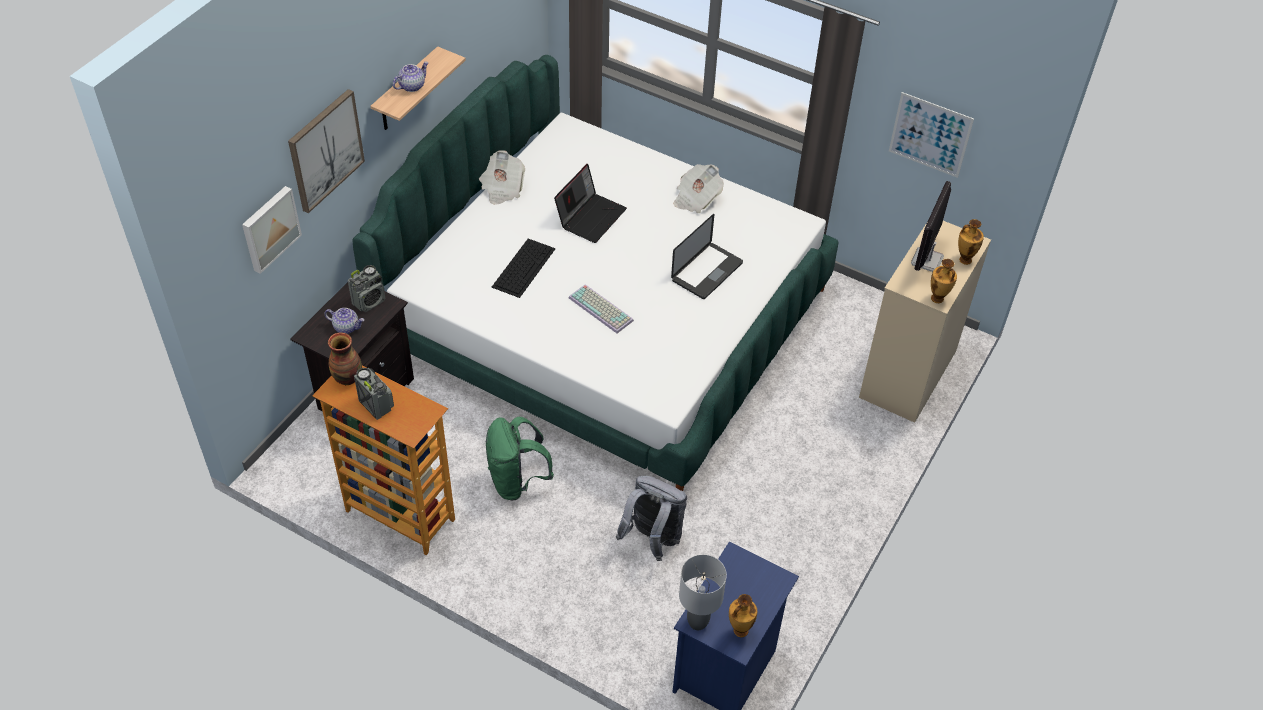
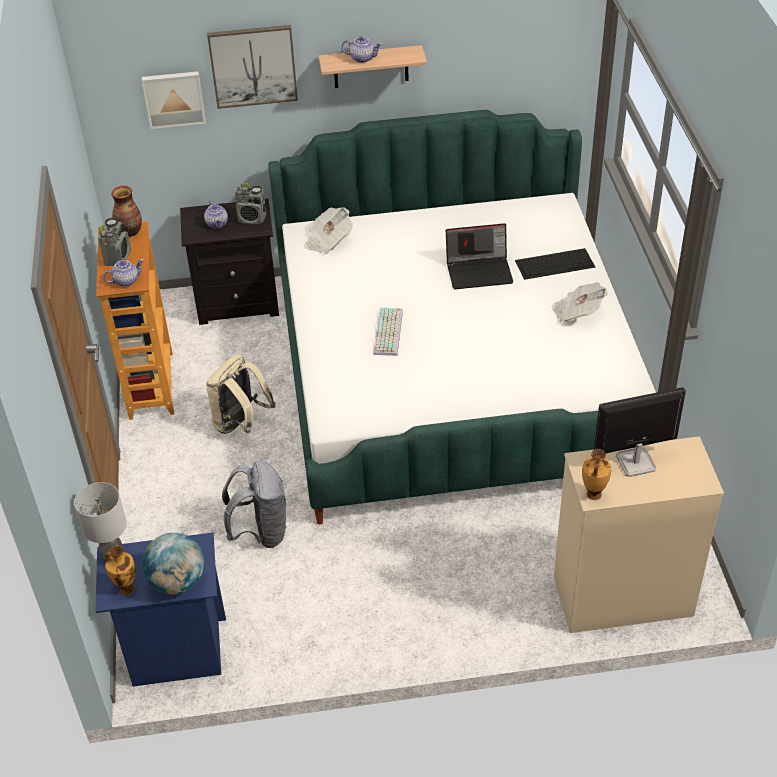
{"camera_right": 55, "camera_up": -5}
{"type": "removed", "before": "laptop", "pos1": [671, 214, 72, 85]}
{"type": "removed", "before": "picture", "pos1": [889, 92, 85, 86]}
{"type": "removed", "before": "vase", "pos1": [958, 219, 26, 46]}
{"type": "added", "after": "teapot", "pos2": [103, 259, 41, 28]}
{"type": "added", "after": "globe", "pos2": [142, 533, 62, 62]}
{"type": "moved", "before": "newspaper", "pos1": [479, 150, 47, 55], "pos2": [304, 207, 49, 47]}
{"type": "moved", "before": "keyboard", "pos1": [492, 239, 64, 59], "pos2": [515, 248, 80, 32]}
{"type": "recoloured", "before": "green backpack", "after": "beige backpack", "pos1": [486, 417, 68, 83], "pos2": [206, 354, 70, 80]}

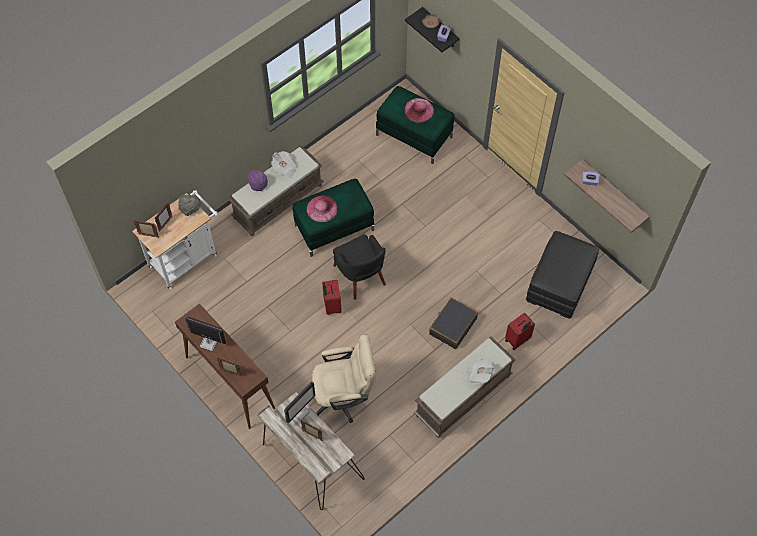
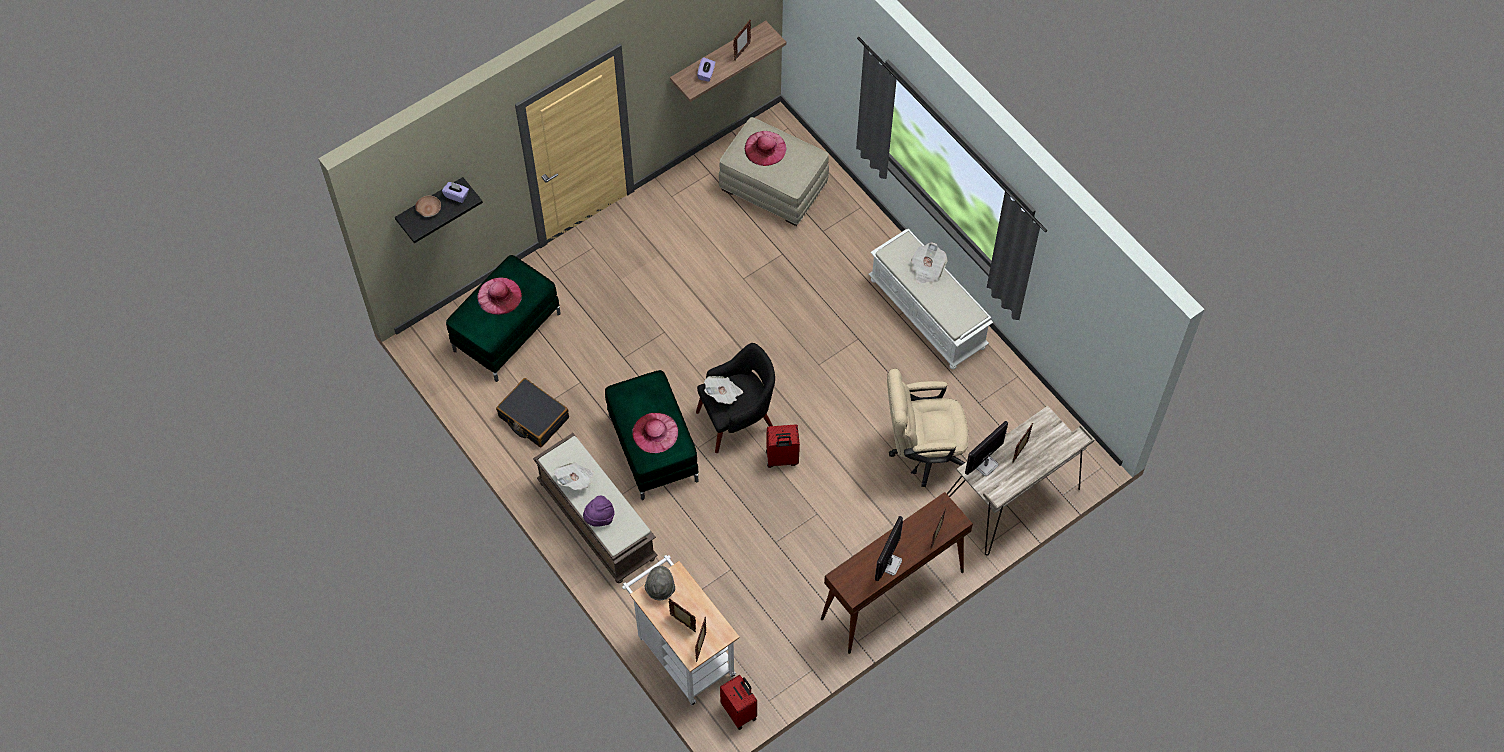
{"camera_right": -85, "camera_up": 0}
{"type": "added", "after": "newspaper", "pos2": [704, 376, 39, 28]}
{"type": "added", "after": "picture frame", "pos2": [733, 20, 18, 41]}
{"type": "added", "after": "pink hat", "pos2": [745, 131, 42, 35]}
{"type": "moved", "before": "black suitcase", "pos1": [429, 298, 49, 51], "pos2": [496, 378, 73, 69]}
{"type": "moved", "before": "red suitcase", "pos1": [505, 313, 30, 37], "pos2": [720, 675, 37, 55]}
{"type": "recoloured", "before": "brown bench", "after": "white bench", "pos1": [414, 337, 102, 101], "pos2": [868, 229, 125, 140]}
{"type": "recoloured", "before": "black ottoman", "after": "beige ottoman", "pos1": [526, 231, 73, 88], "pos2": [719, 117, 110, 109]}
{"type": "turned", "before": "monitor", "pos1": [284, 382, 31, 41], "pos2": [965, 421, 43, 55], "turn": -90}
{"type": "turned", "before": "beige office chair", "pos1": [312, 334, 64, 89], "pos2": [887, 369, 82, 118], "turn": -90}

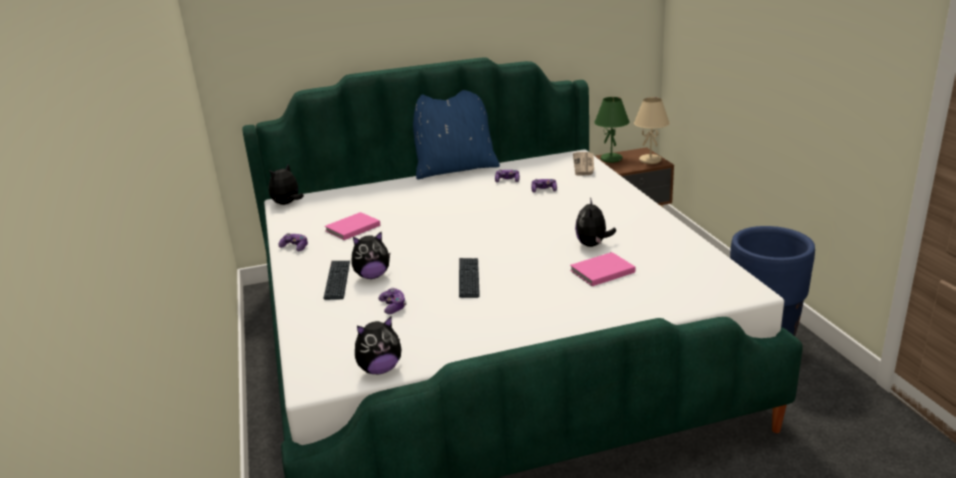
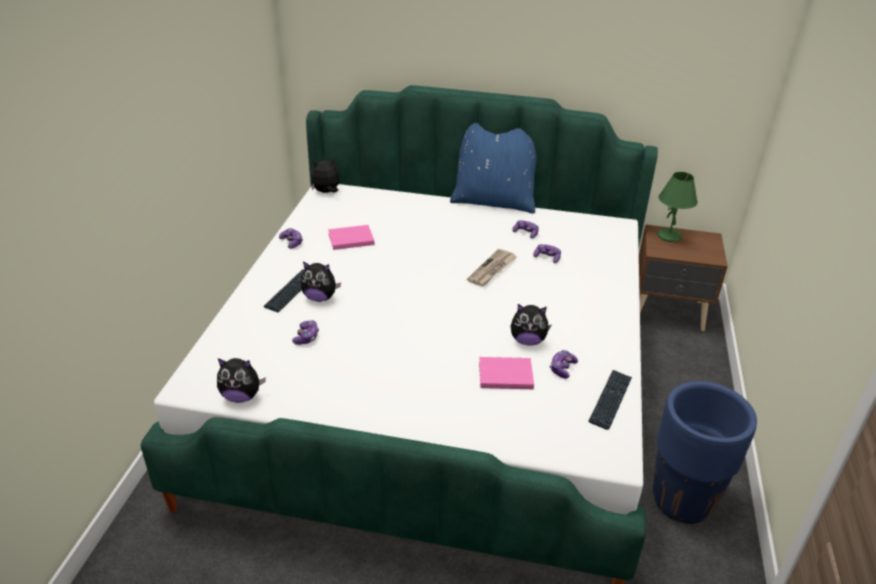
{"camera_right": 25, "camera_up": 10}
{"type": "removed", "before": "beige table lamp", "pos1": [634, 97, 36, 67]}
{"type": "added", "after": "game controller", "pos2": [550, 350, 28, 29]}
{"type": "moved", "before": "keyboard", "pos1": [459, 258, 21, 40], "pos2": [588, 370, 44, 60]}
{"type": "moved", "before": "newspaper", "pos1": [573, 152, 21, 24], "pos2": [467, 249, 49, 37]}
{"type": "turned", "before": "plush toy", "pos1": [575, 197, 41, 50], "pos2": [510, 304, 42, 41], "turn": -120}

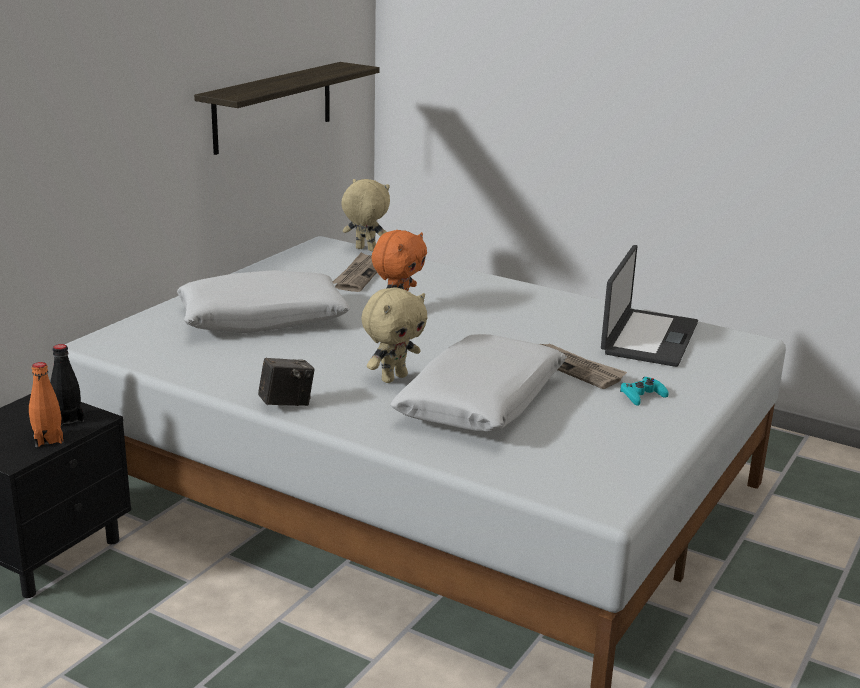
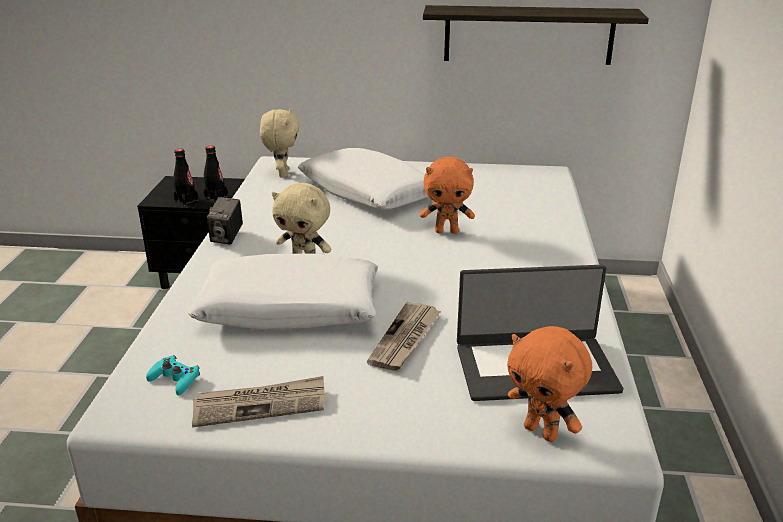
{"camera_right": 65, "camera_up": 5}
{"type": "added", "after": "orange plush toy", "pos2": [507, 326, 85, 116]}
{"type": "moved", "before": "newspaper", "pos1": [333, 252, 44, 40], "pos2": [192, 376, 133, 52]}
{"type": "moved", "before": "beige plush toy", "pos1": [341, 179, 49, 72], "pos2": [260, 109, 40, 68]}
{"type": "moved", "before": "turquoise game controller", "pos1": [620, 377, 49, 29], "pos2": [146, 355, 54, 41]}
{"type": "recoloured", "before": "orange bottle", "after": "black bottle", "pos1": [29, 362, 35, 85], "pos2": [173, 149, 25, 57]}
{"type": "turned", "before": "photo camera", "pos1": [258, 358, 57, 48], "pos2": [207, 197, 36, 48], "turn": 60}

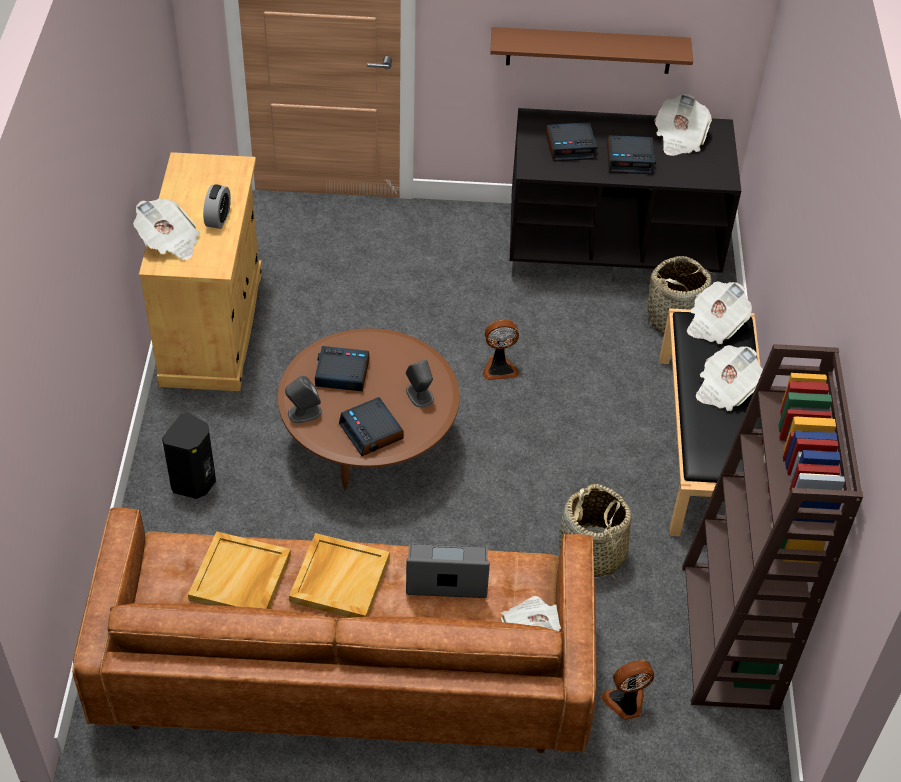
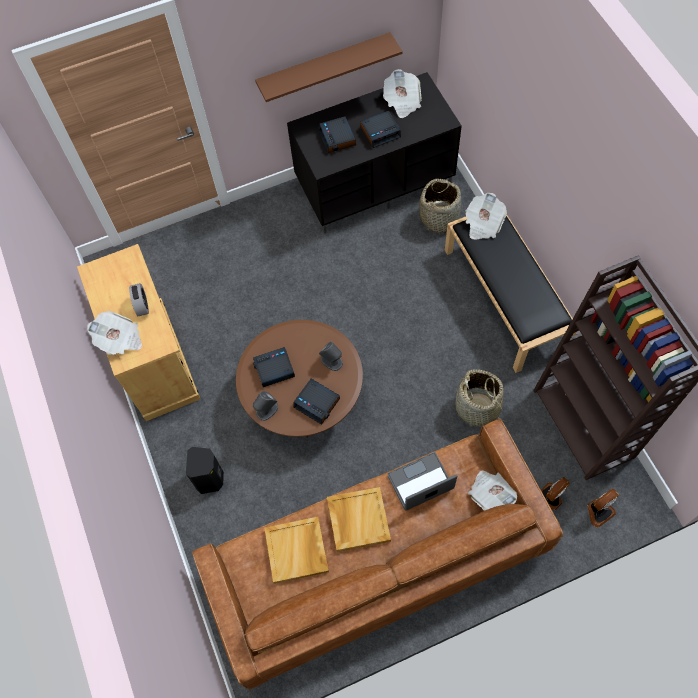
{"camera_right": -20, "camera_up": 15}
{"type": "removed", "before": "newspaper", "pos1": [696, 345, 67, 66]}
{"type": "moved", "before": "fan", "pos1": [483, 320, 36, 60], "pos2": [587, 489, 33, 39]}
{"type": "turned", "before": "alarm clock", "pos1": [546, 122, 52, 39], "pos2": [318, 117, 38, 36], "turn": 105}

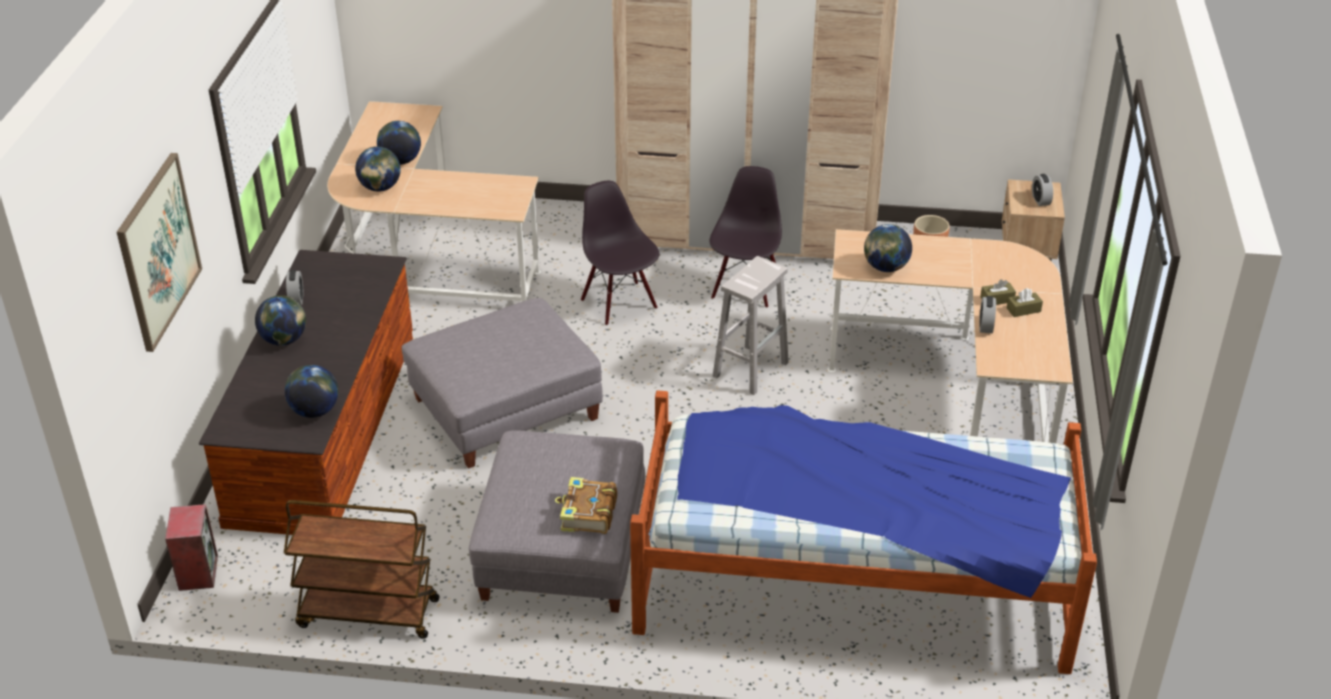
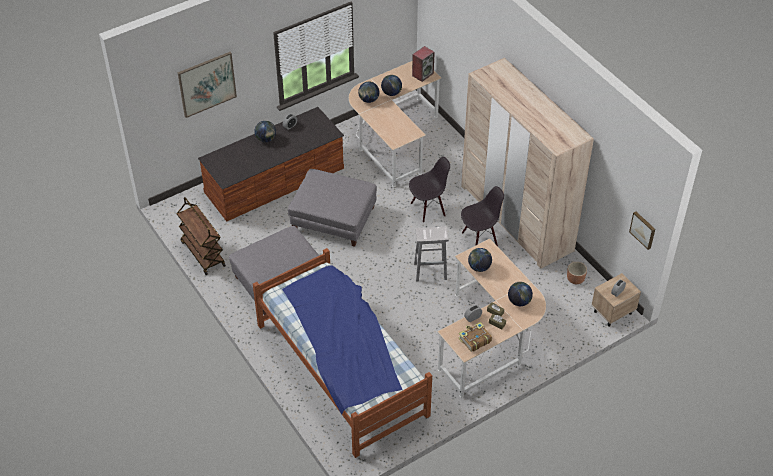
{"camera_right": 50, "camera_up": 10}
{"type": "added", "after": "picture", "pos2": [629, 211, 26, 39]}
{"type": "moved", "before": "speaker", "pos1": [165, 504, 53, 87], "pos2": [412, 46, 23, 36]}
{"type": "moved", "before": "globe", "pos1": [285, 365, 54, 53], "pos2": [508, 282, 25, 24]}
{"type": "moved", "before": "book", "pos1": [555, 477, 62, 57], "pos2": [458, 322, 34, 30]}
{"type": "turned", "before": "black chair", "pos1": [581, 181, 78, 145], "pos2": [409, 157, 41, 66], "turn": 45}

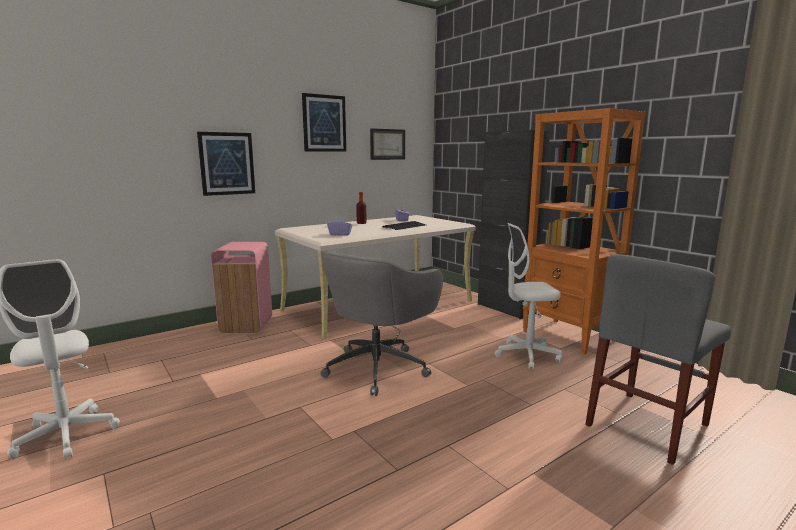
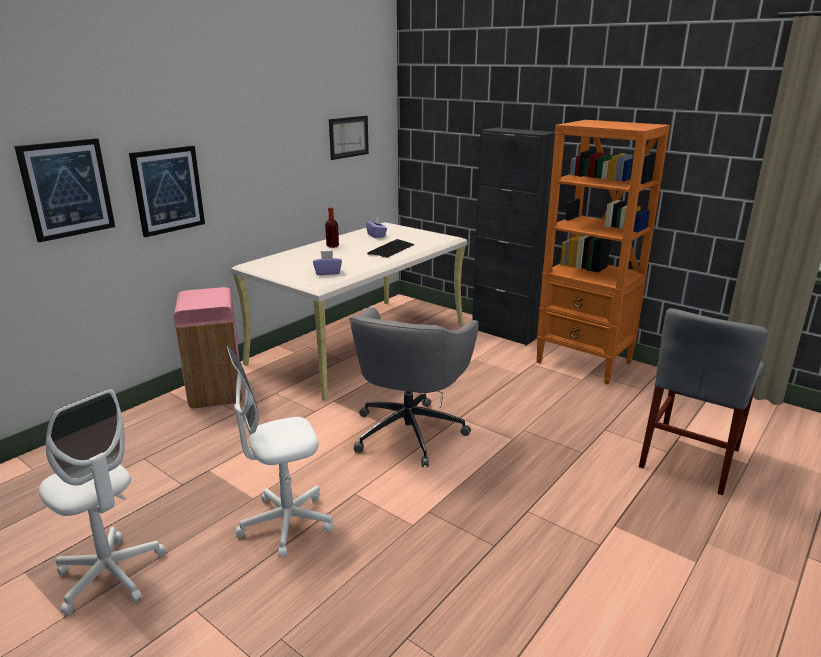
{"camera_right": -15, "camera_up": 10}
{"type": "moved", "before": "picture", "pos1": [302, 93, 44, 59], "pos2": [14, 138, 101, 104]}
{"type": "moved", "before": "white office chair", "pos1": [495, 223, 68, 146], "pos2": [227, 346, 106, 212]}

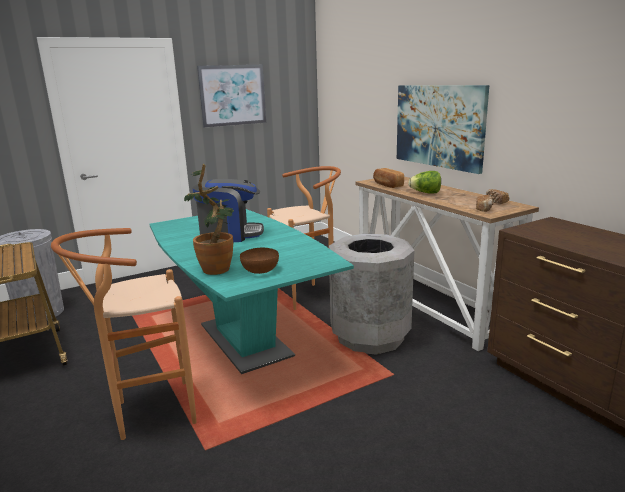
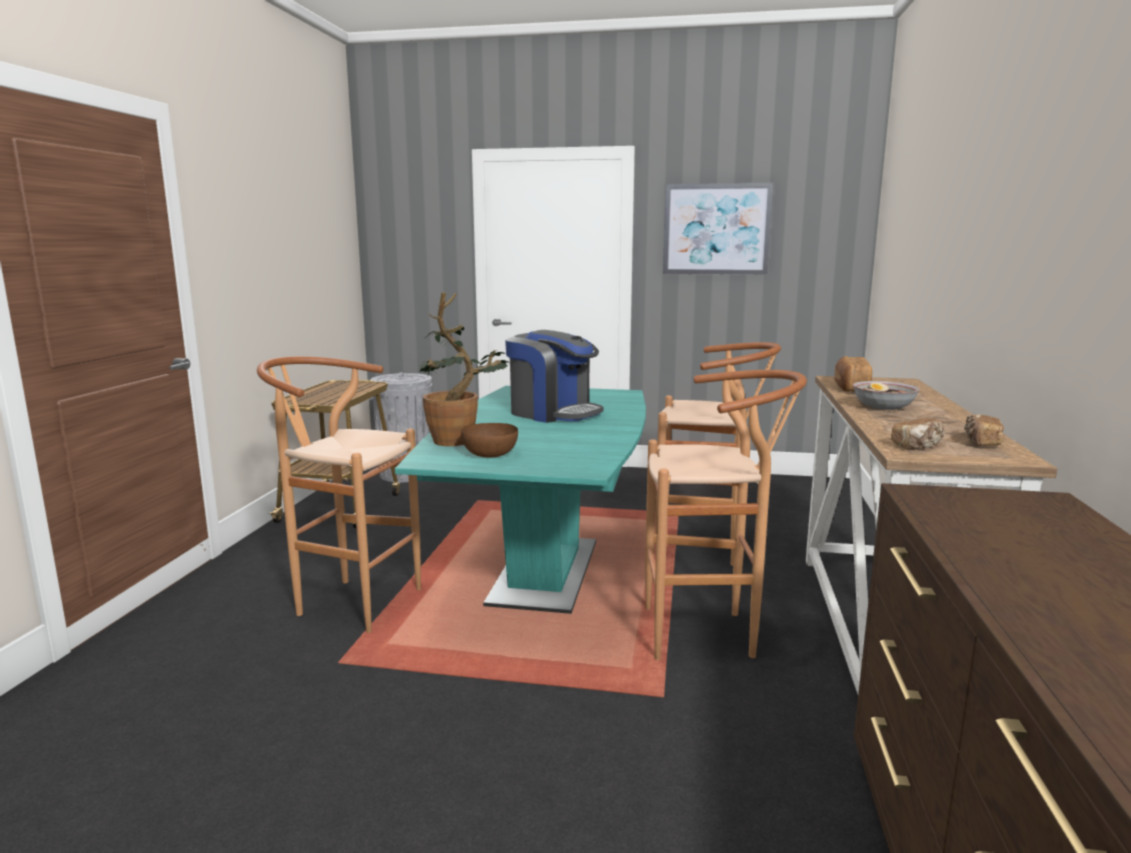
{"camera_right": 40, "camera_up": -5}
{"type": "removed", "before": "picture", "pos1": [397, 85, 92, 89]}
{"type": "replaced", "before": "grey trash can", "after": "brown stool", "pos1": [329, 234, 85, 121], "pos2": [645, 370, 162, 290]}
{"type": "replaced", "before": "lettuce", "after": "bowl", "pos1": [408, 171, 33, 23], "pos2": [853, 381, 67, 29]}

